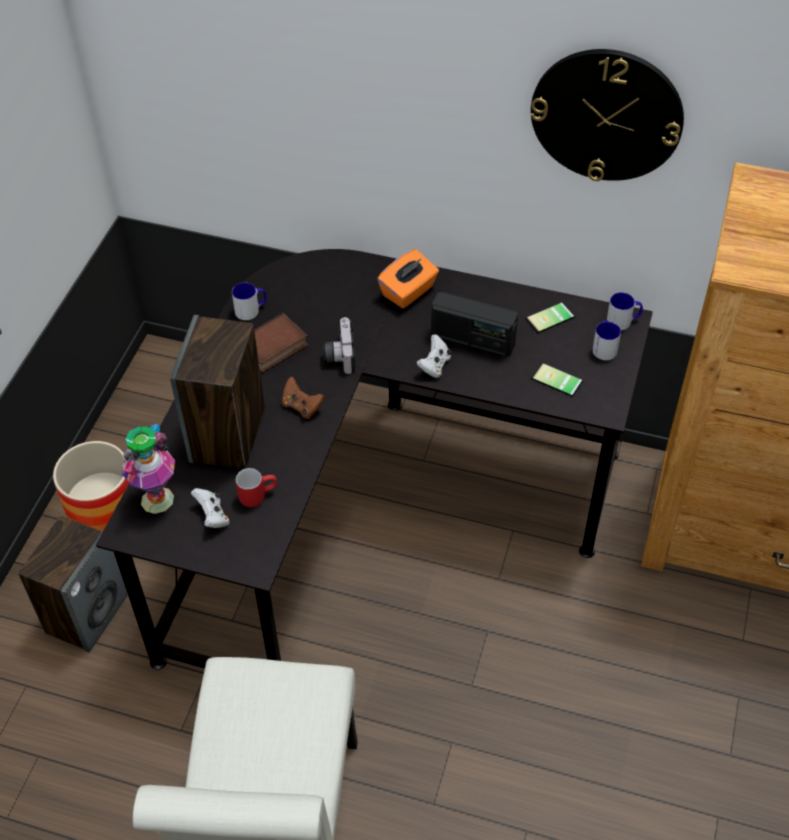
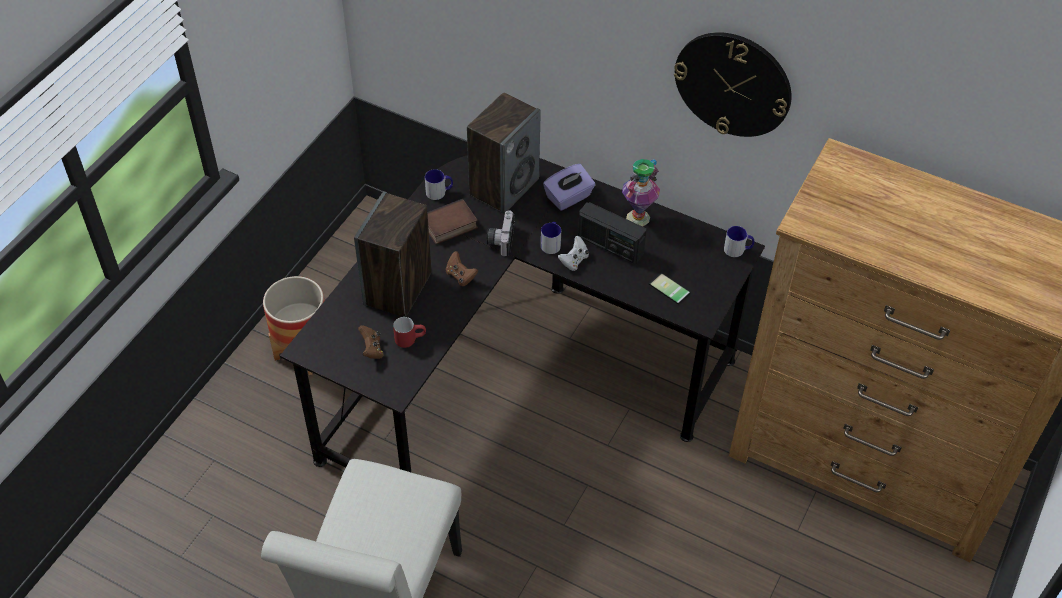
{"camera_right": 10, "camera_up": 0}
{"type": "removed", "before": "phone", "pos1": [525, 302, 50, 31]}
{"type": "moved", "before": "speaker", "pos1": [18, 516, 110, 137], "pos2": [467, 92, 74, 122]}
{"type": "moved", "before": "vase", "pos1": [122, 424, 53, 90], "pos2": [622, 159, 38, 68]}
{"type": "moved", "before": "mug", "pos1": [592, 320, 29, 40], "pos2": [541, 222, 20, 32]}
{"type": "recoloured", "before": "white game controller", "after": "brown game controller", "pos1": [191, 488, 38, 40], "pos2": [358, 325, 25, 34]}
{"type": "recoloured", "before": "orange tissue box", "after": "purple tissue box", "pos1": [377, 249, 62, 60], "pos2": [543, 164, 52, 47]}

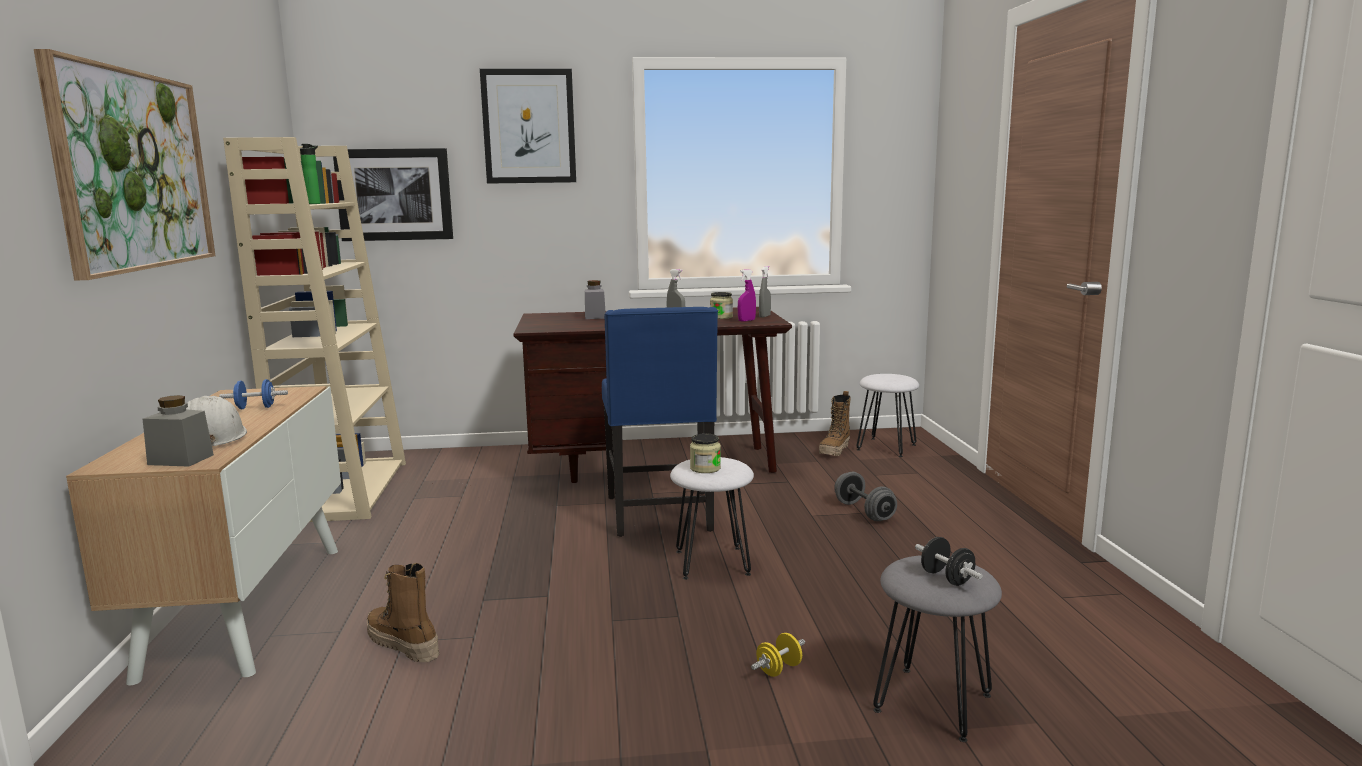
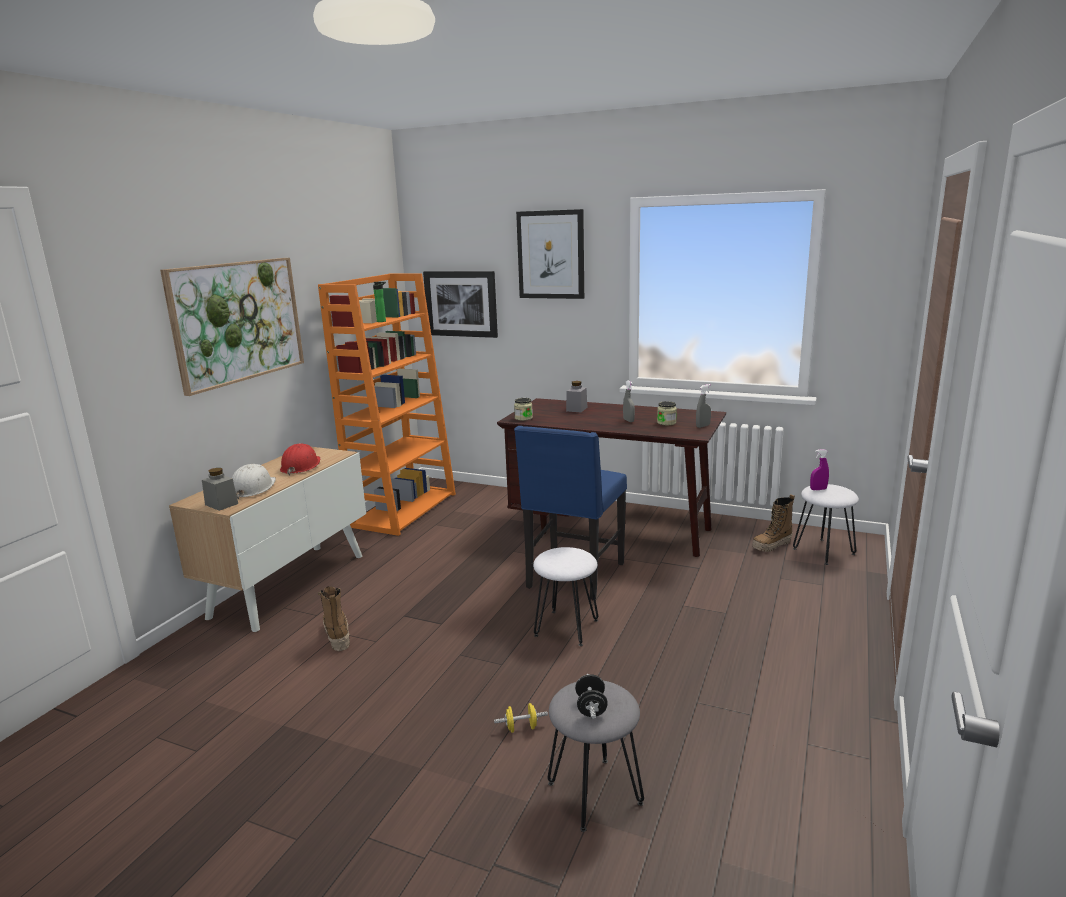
{"camera_right": 30, "camera_up": 5}
{"type": "removed", "before": "grey dumbbell", "pos1": [834, 472, 63, 49]}
{"type": "moved", "before": "jar", "pos1": [690, 434, 31, 39], "pos2": [514, 398, 19, 23]}
{"type": "moved", "before": "purple spray bottle", "pos1": [738, 269, 18, 53], "pos2": [810, 449, 19, 41]}
{"type": "replaced", "before": "blue dumbbell", "after": "red hard hat", "pos1": [219, 379, 69, 30], "pos2": [280, 443, 40, 32]}
{"type": "recoloured", "before": "beige bookcase", "after": "orange bookcase", "pos1": [223, 137, 183, 385], "pos2": [318, 273, 138, 263]}

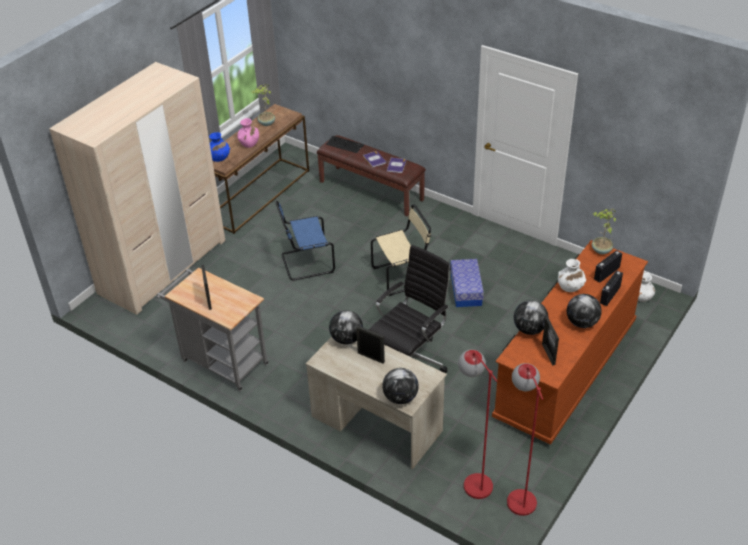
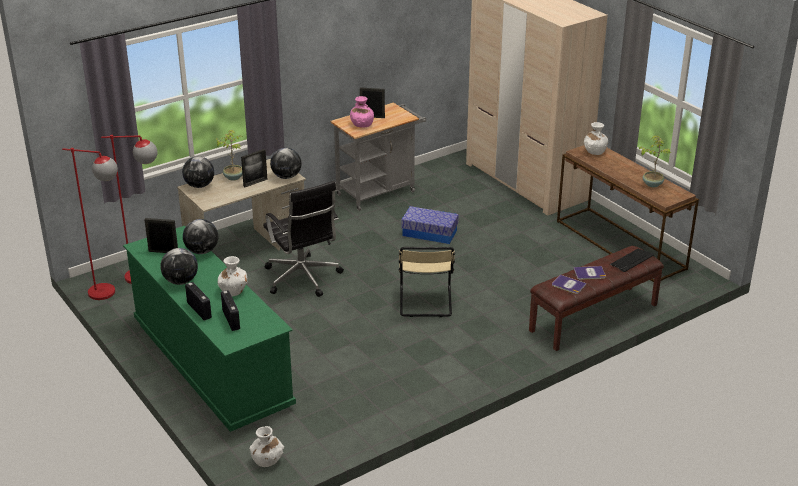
{"camera_right": 110, "camera_up": -10}
{"type": "removed", "before": "blue chair", "pos1": [276, 201, 59, 80]}
{"type": "moved", "before": "pink vase", "pos1": [238, 118, 21, 30], "pos2": [350, 96, 24, 32]}
{"type": "moved", "before": "storage box", "pos1": [450, 259, 34, 48], "pos2": [401, 206, 58, 38]}
{"type": "moved", "before": "potted plant", "pos1": [592, 208, 24, 47], "pos2": [214, 130, 29, 51]}
{"type": "recoloured", "before": "blue vase", "after": "white vase", "pos1": [209, 132, 21, 30], "pos2": [584, 122, 24, 33]}
{"type": "recoloured", "before": "brown dresser", "after": "green dresser", "pos1": [492, 240, 156, 205], "pos2": [123, 226, 173, 206]}

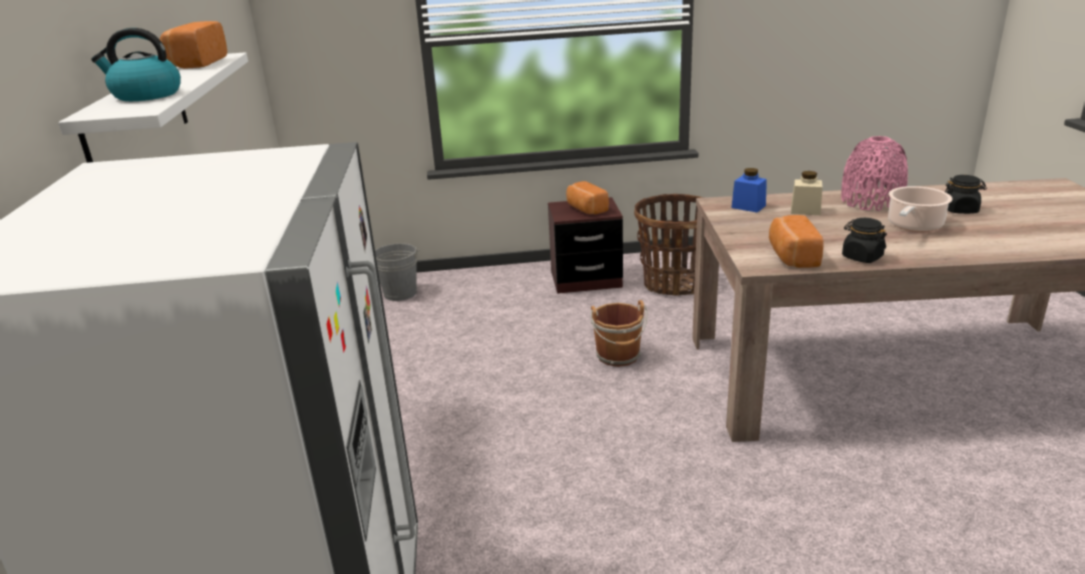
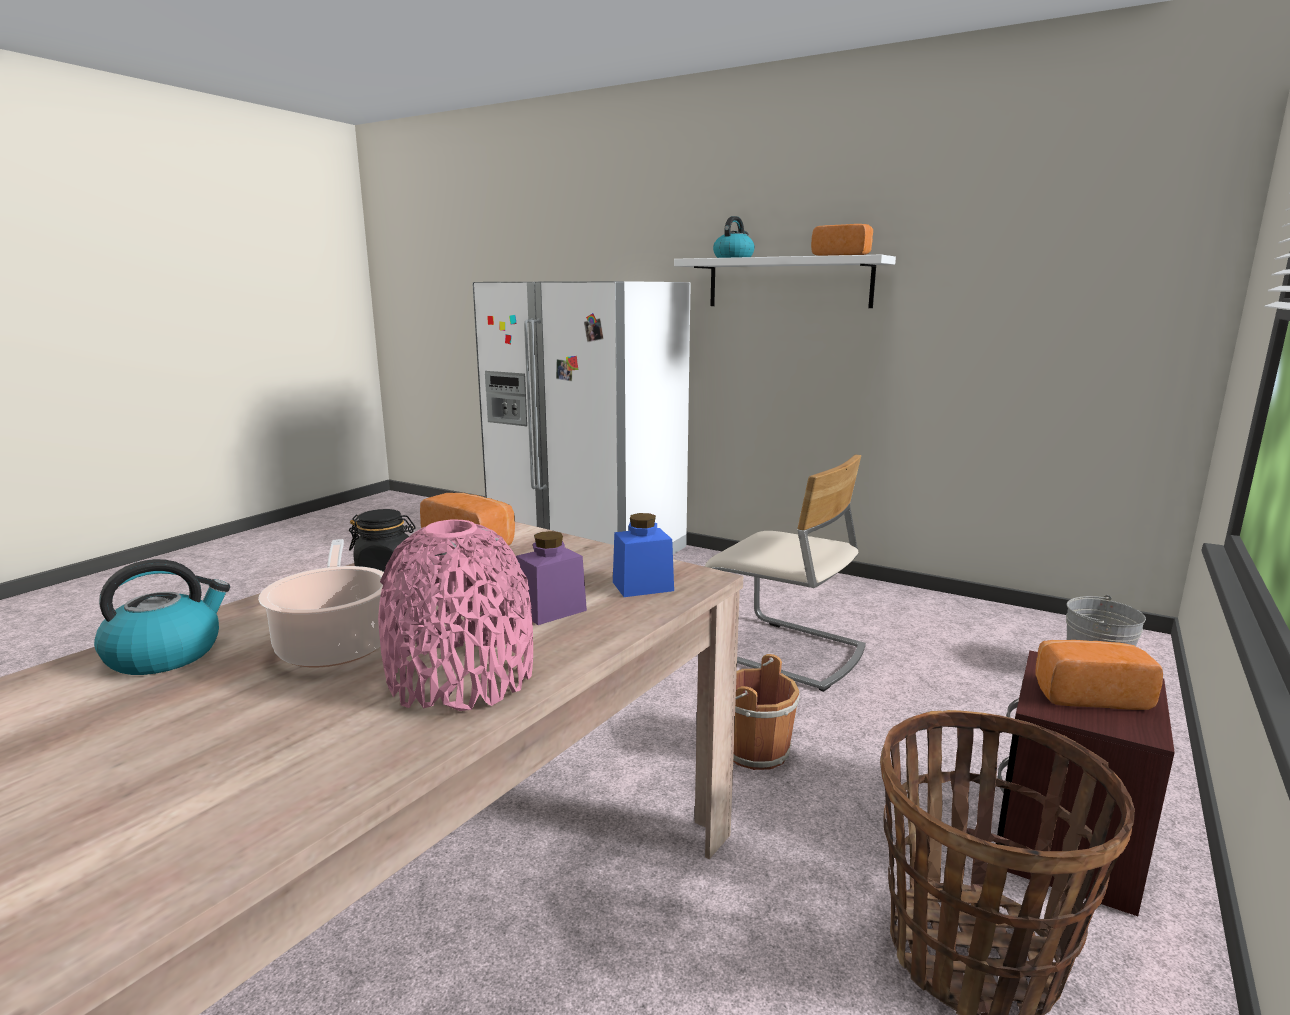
{"camera_right": 125, "camera_up": -10}
{"type": "removed", "before": "black jar", "pos1": [945, 175, 42, 39]}
{"type": "added", "after": "kettle", "pos2": [94, 559, 136, 116]}
{"type": "added", "after": "beige chair", "pos2": [705, 455, 161, 237]}
{"type": "recoloured", "before": "beige jar", "after": "purple jar", "pos1": [791, 171, 32, 44], "pos2": [516, 531, 71, 94]}

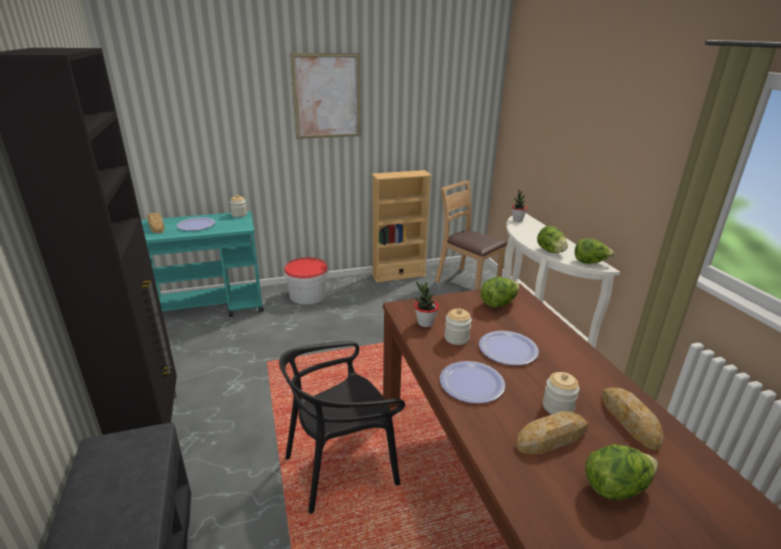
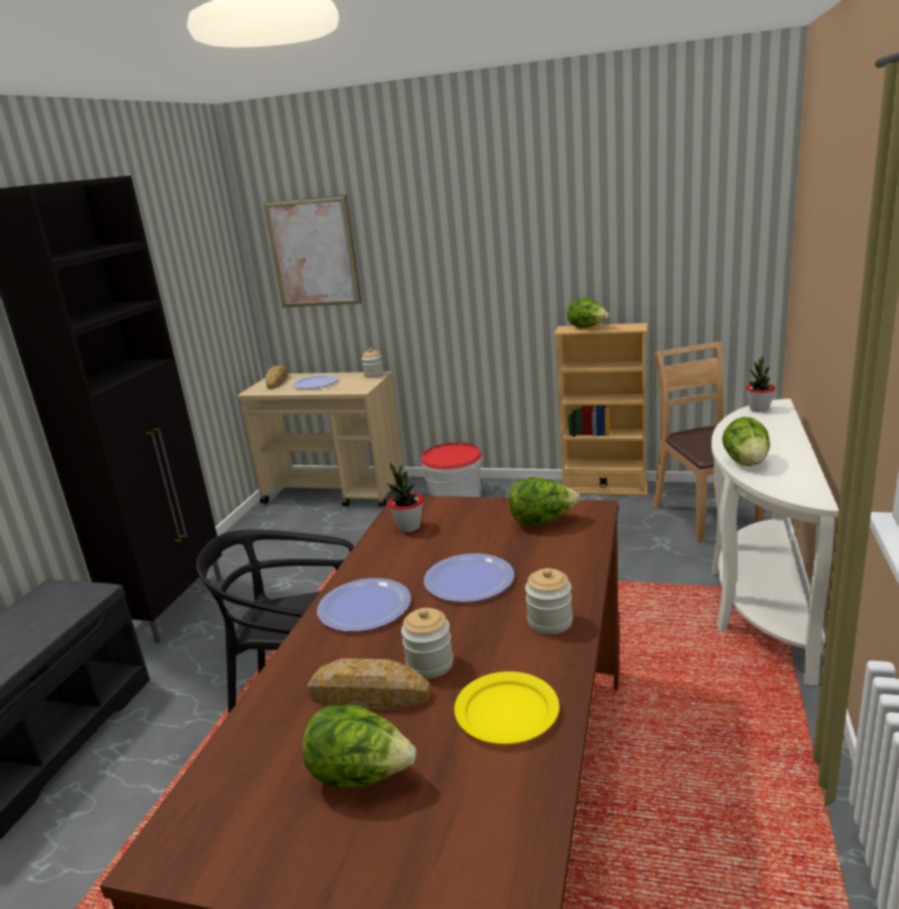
{"camera_right": 35, "camera_up": -5}
{"type": "moved", "before": "picture", "pos1": [290, 53, 71, 86], "pos2": [263, 195, 98, 112]}
{"type": "moved", "before": "jar", "pos1": [444, 308, 28, 37], "pos2": [525, 568, 48, 66]}
{"type": "moved", "before": "lettuce", "pos1": [575, 239, 39, 25], "pos2": [567, 298, 42, 30]}
{"type": "replaced", "before": "bread", "after": "yellow plate", "pos1": [602, 387, 62, 63], "pos2": [454, 671, 105, 73]}
{"type": "recoloured", "before": "turquoise cart", "after": "beige cart", "pos1": [141, 211, 123, 106], "pos2": [237, 372, 167, 135]}

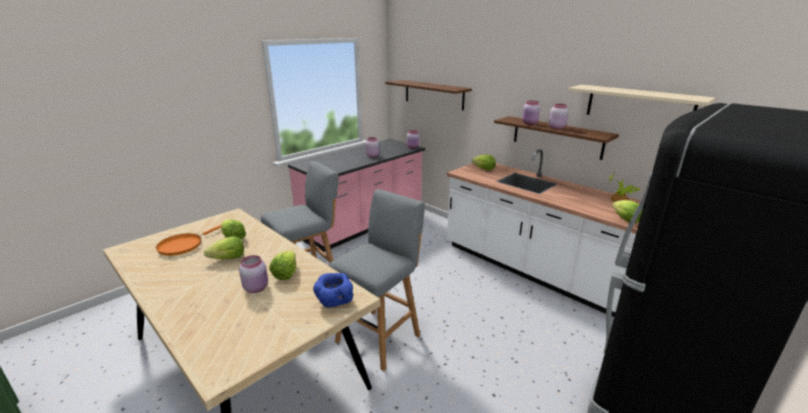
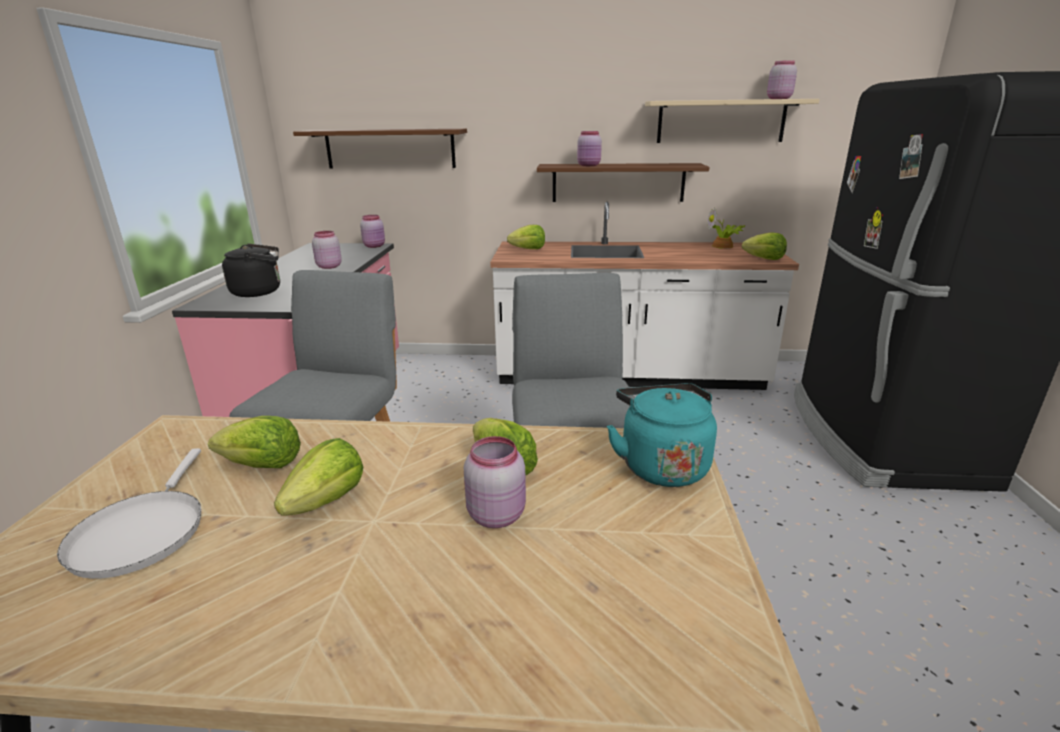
{"camera_right": -40, "camera_up": 0}
{"type": "added", "after": "black kettle", "pos2": [222, 244, 58, 53]}
{"type": "moved", "before": "pink jar", "pos1": [549, 104, 20, 25], "pos2": [767, 60, 30, 39]}
{"type": "replaced", "before": "blue bowl", "after": "turquoise kettle", "pos1": [313, 273, 40, 35], "pos2": [607, 383, 110, 104]}
{"type": "recoloured", "before": "orange frying pan", "after": "white frying pan", "pos1": [156, 225, 65, 31], "pos2": [57, 448, 144, 131]}

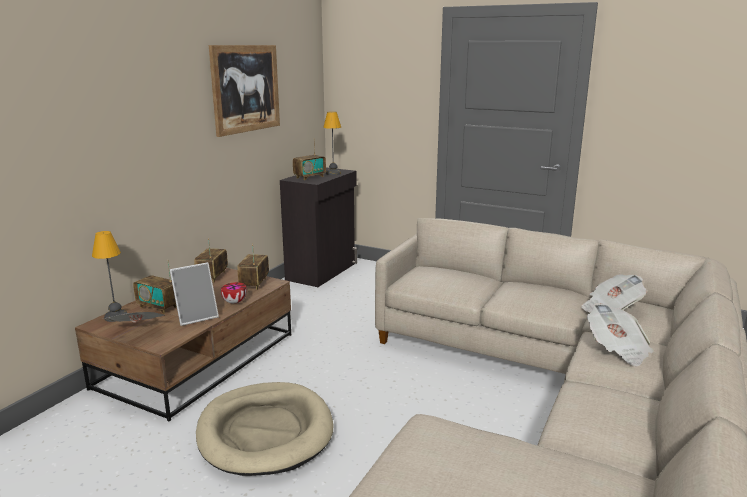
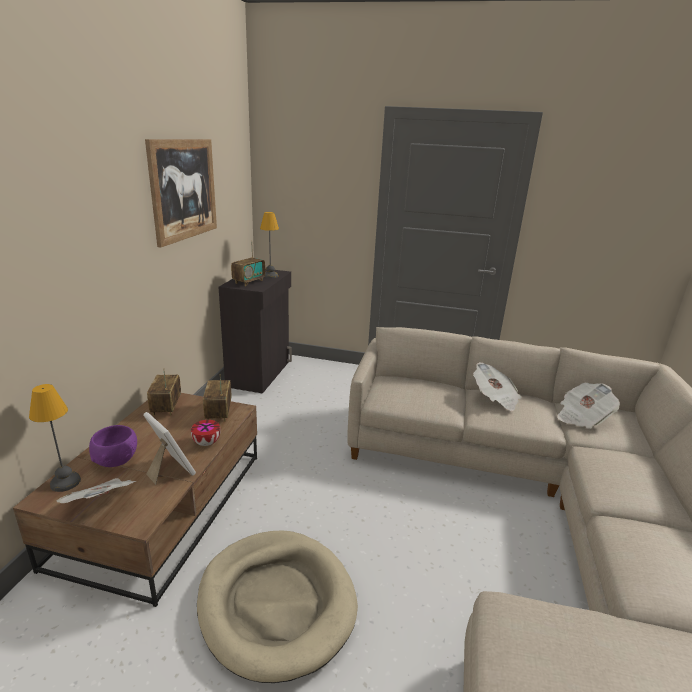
{"camera_right": -15, "camera_up": 5}
{"type": "moved", "before": "newspaper", "pos1": [587, 303, 67, 64], "pos2": [473, 362, 48, 49]}
{"type": "replaced", "before": "radio", "after": "purple bowl", "pos1": [133, 260, 44, 54], "pos2": [89, 425, 48, 42]}
{"type": "turned", "before": "picture frame", "pos1": [170, 262, 49, 64], "pos2": [143, 412, 53, 72], "turn": -90}

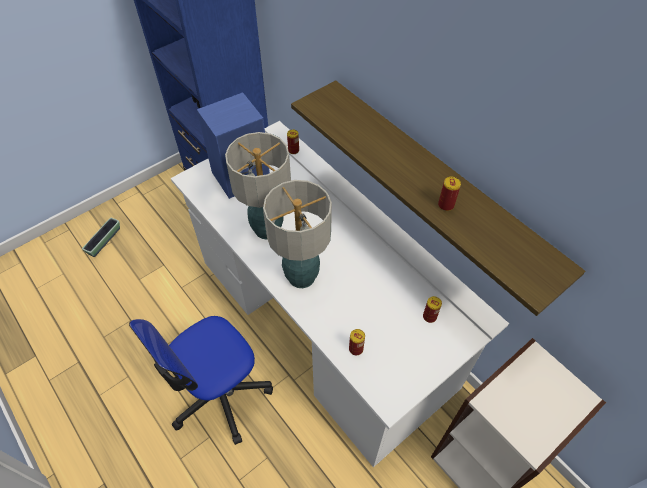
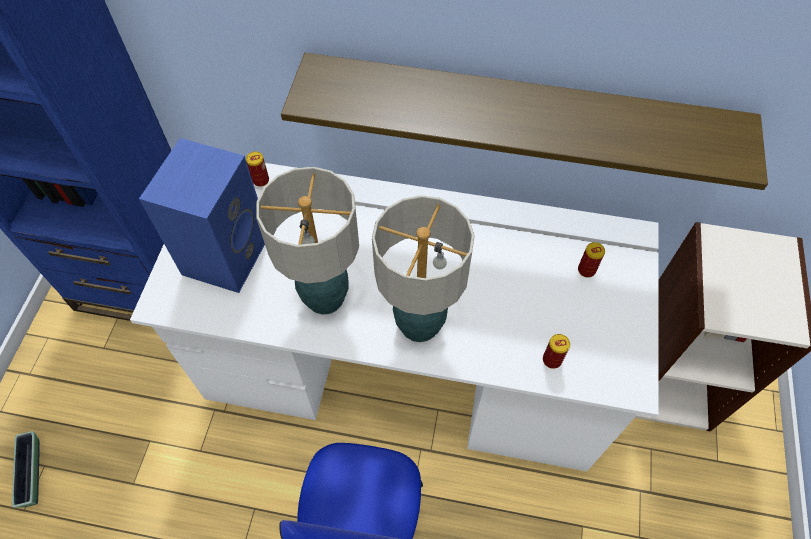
{"camera_right": -40, "camera_up": 5}
{"type": "removed", "before": "can", "pos1": [438, 177, 23, 34]}

